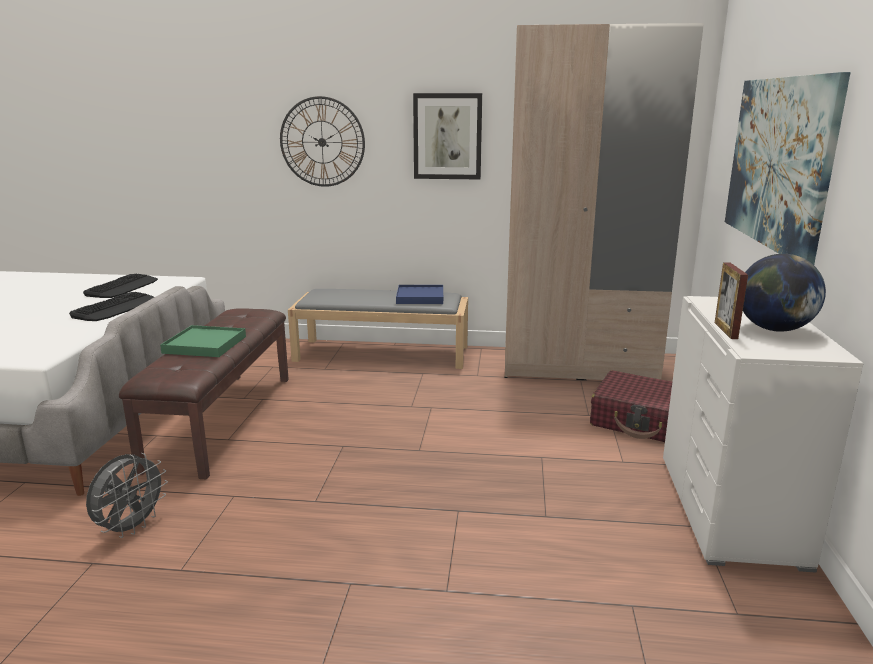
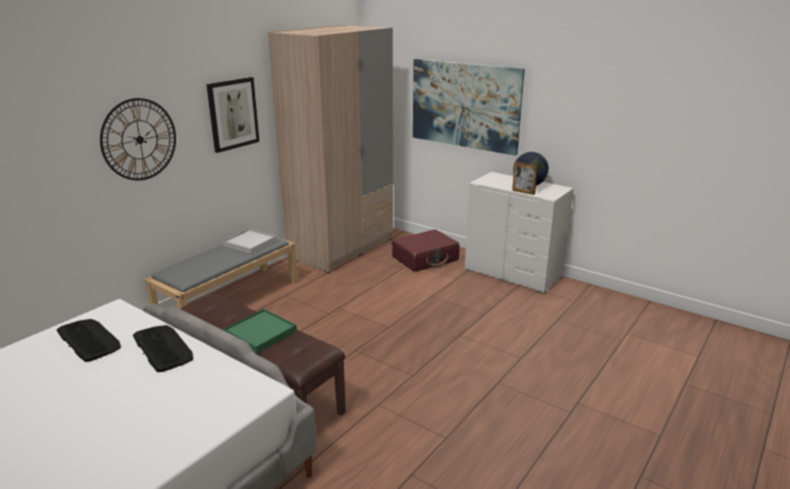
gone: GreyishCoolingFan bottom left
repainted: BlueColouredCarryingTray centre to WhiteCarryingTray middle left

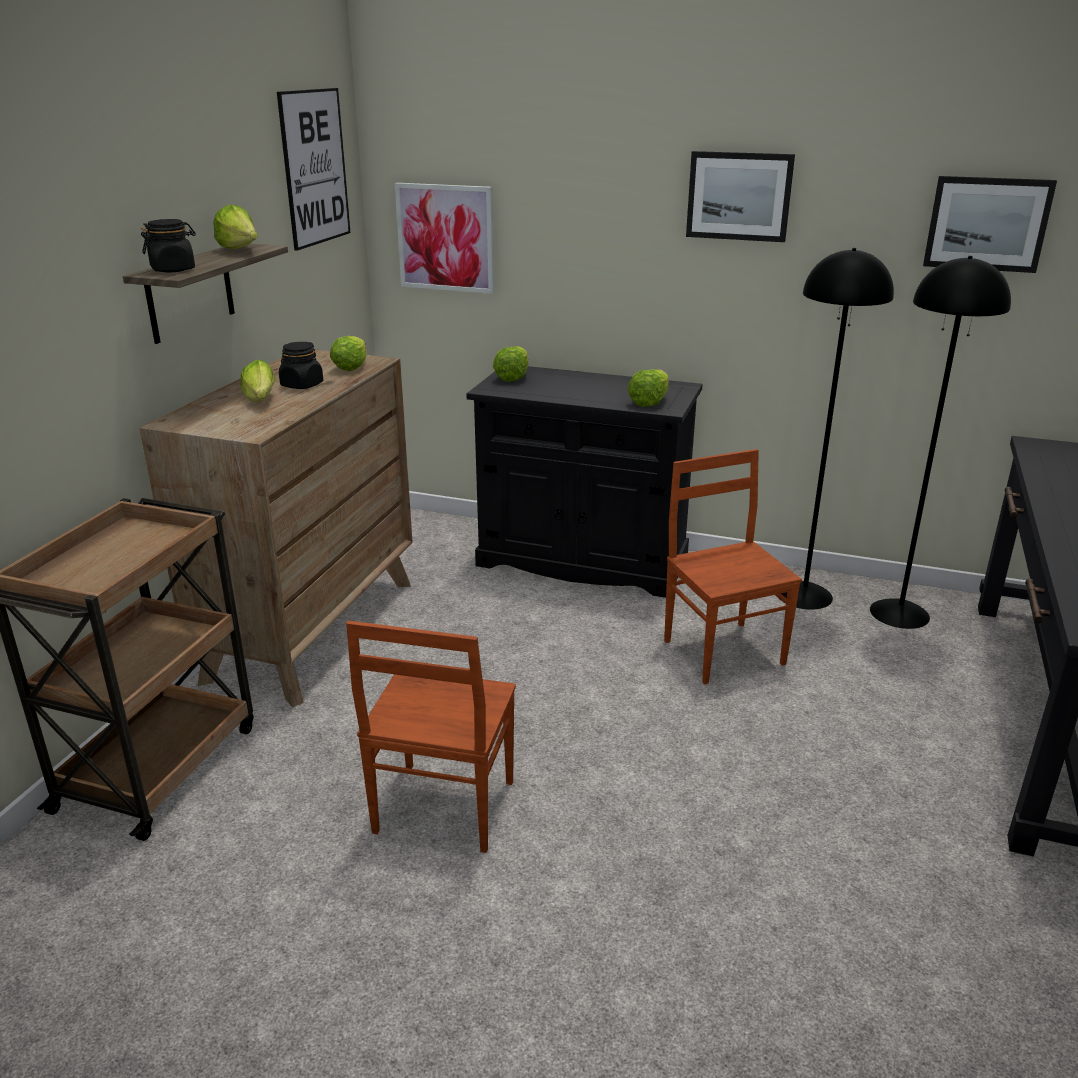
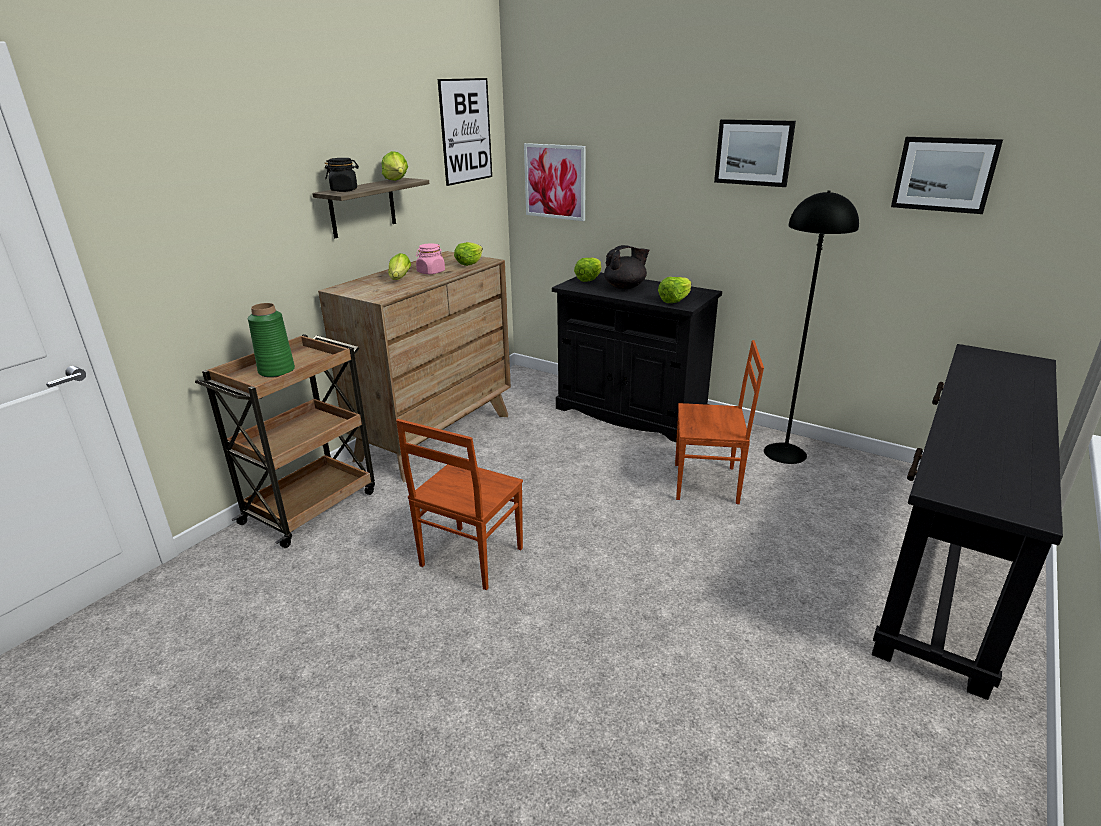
gone: BlackFloorLamp (no. 2 from left) middle right
new: GreenDecorativeVase middle left; BlackPotForTea top centre
repainted: BlackStorageJar (no. 2 from left) middle left to PinkColouredStorageJar top centre
rotated: BrownColouredUprightChair (no. 2 from left) middle right = centre 105 degrees clockwise

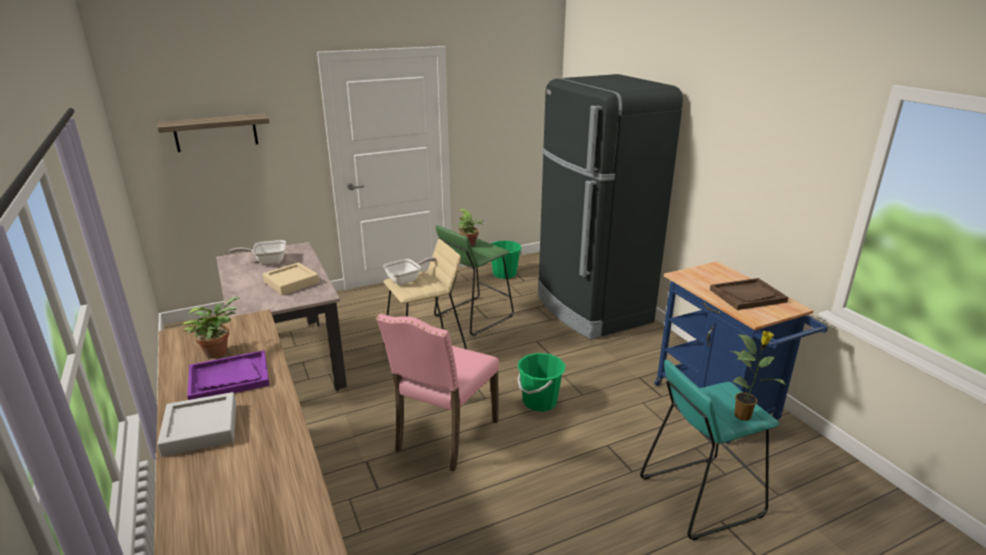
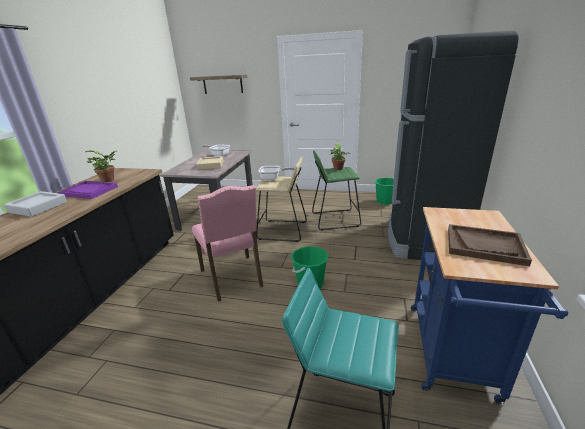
gone: PlantInAPot (no. 3 from left) bottom right
rotated: PinkColouredUprightChair bottom centre = centre 90 degrees counterclockwise

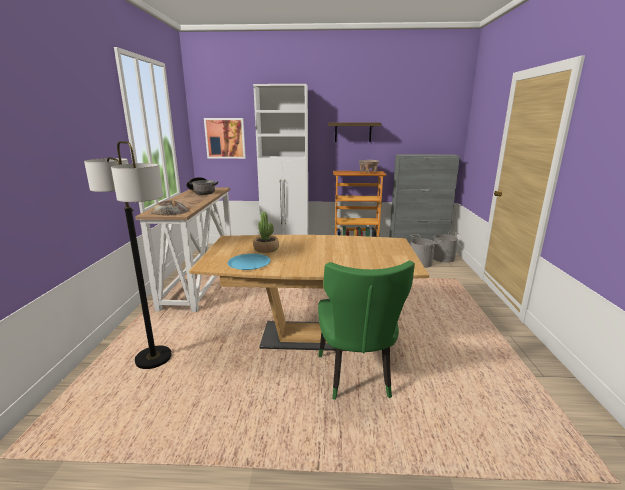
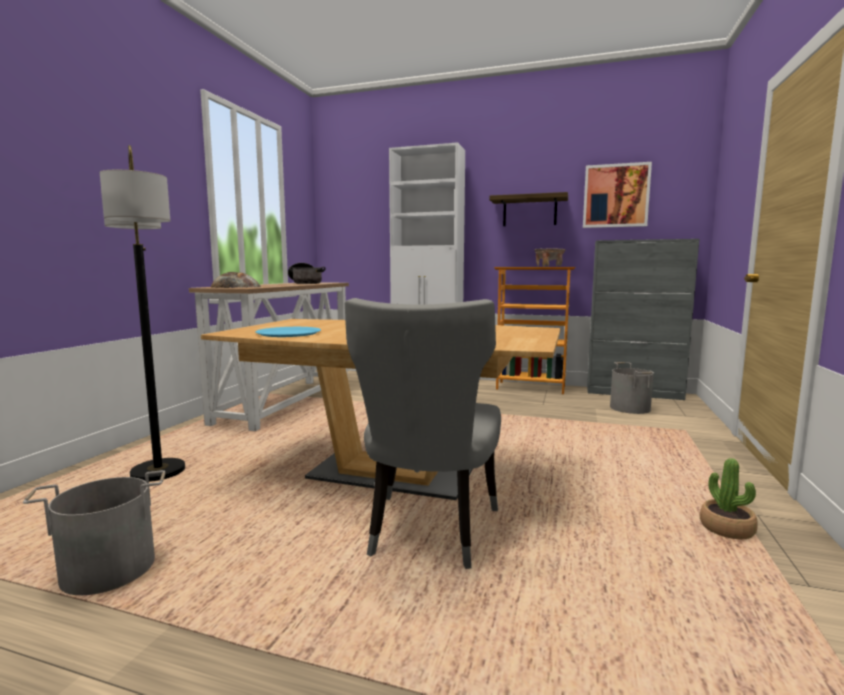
shifted: WallPicture top centre to top right; PlantInAPot centre to bottom right; GreyishWaterBucket (no. 2 from left in the first image) middle right to GreyishWaterBucket (no. 1 from left) bottom left
repainted: GreenUprightChair bottom centre to GreyishUprightChair centre

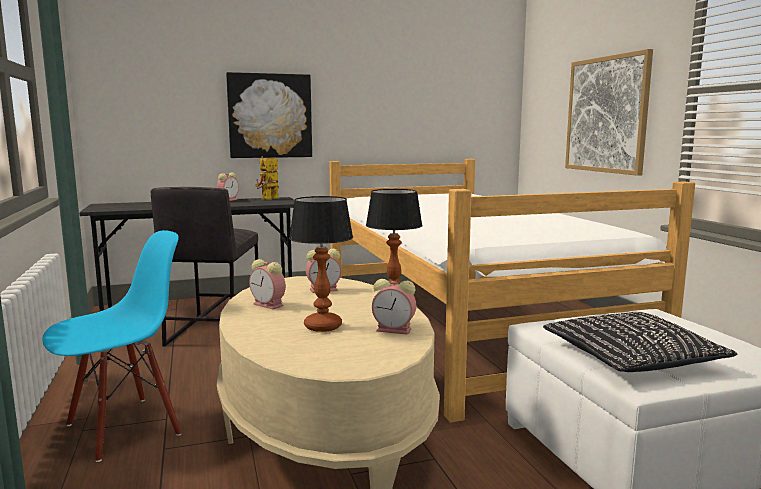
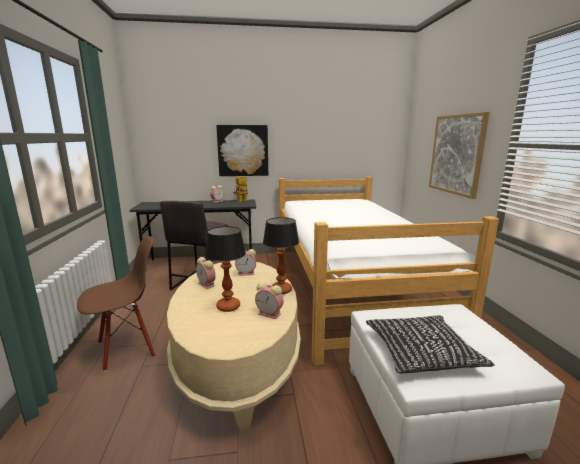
repainted: BlueColouredUprightChair bottom left to BrownColouredUprightChair middle left

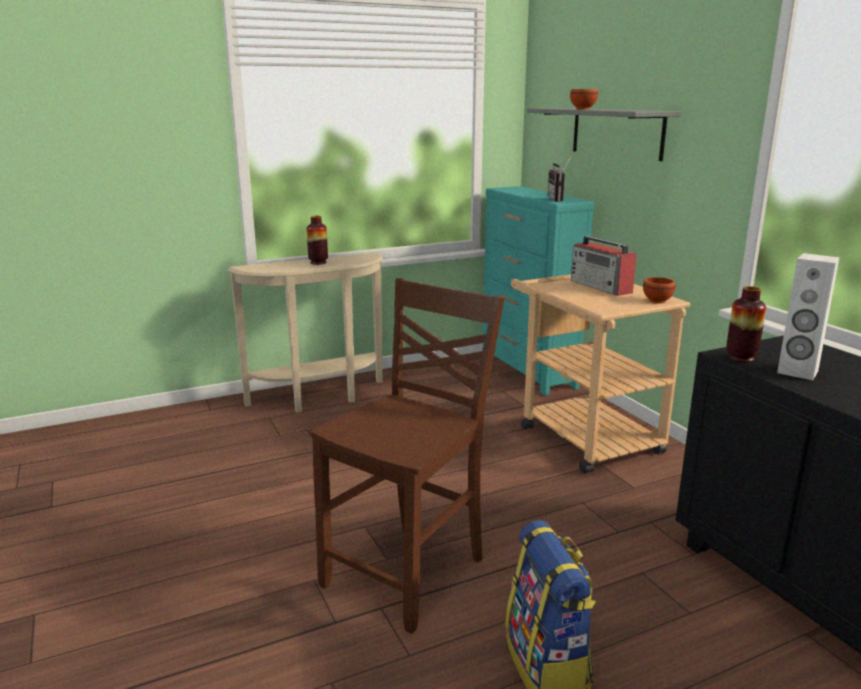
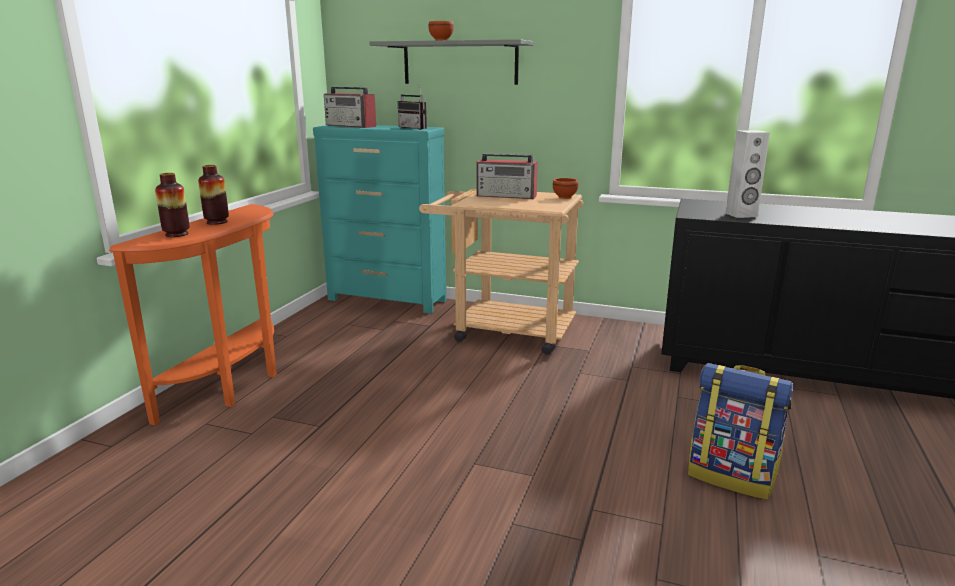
gone: BrownColouredUprightChair centre
new: Radio (no. 1 from left) top centre
shifted: DecorativeVase (no. 2 from left in the first image) middle right to DecorativeVase (no. 1 from left) middle left
repainted: BeigeColouredHallTable centre to OrangeColouredHallTable middle left

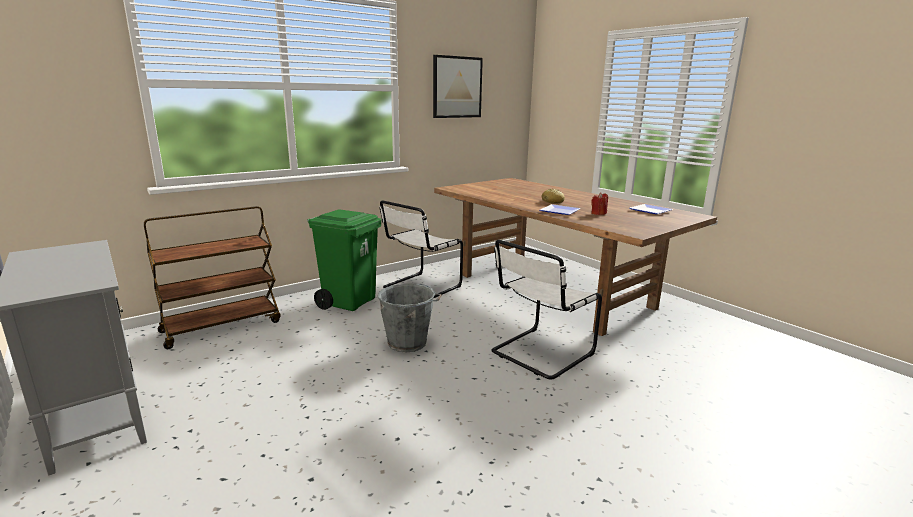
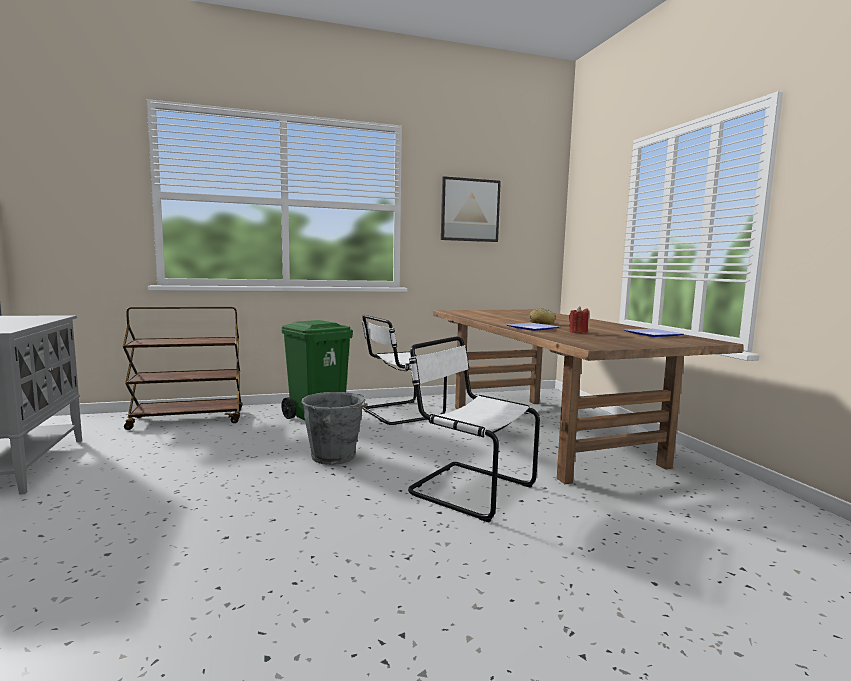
rotated: WhiteUprightChair (no. 2 from left) centre = centre 60 degrees clockwise

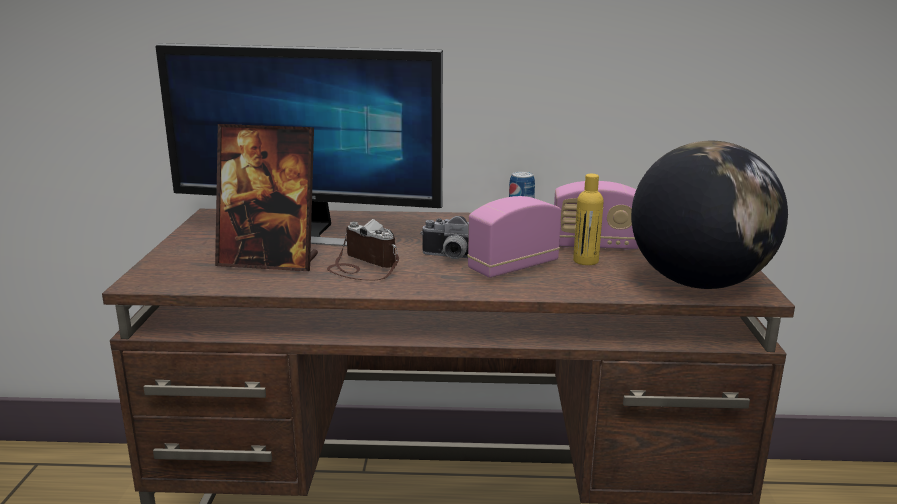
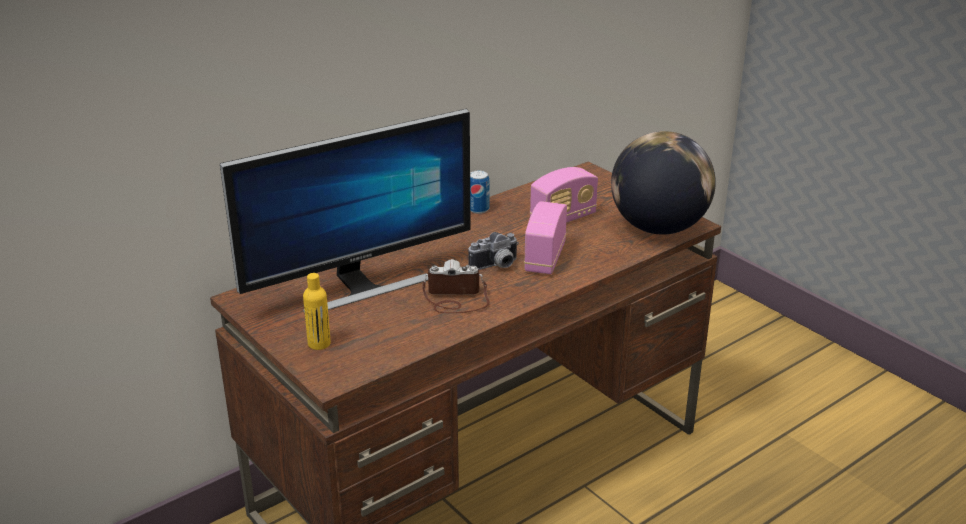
gone: StandingFrame middle left
shifted: YellowDrinkBottle centre to middle left

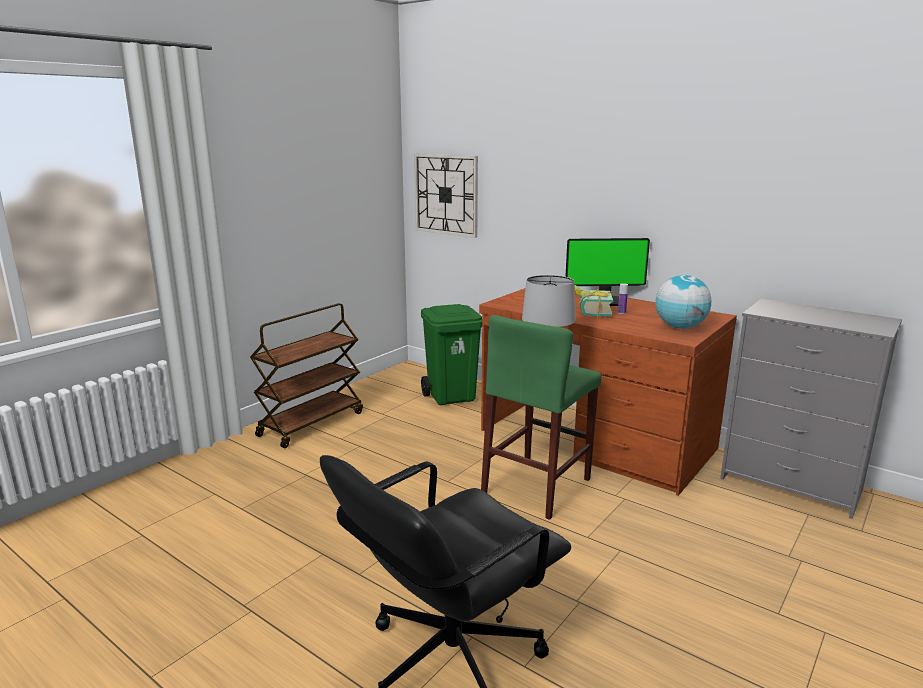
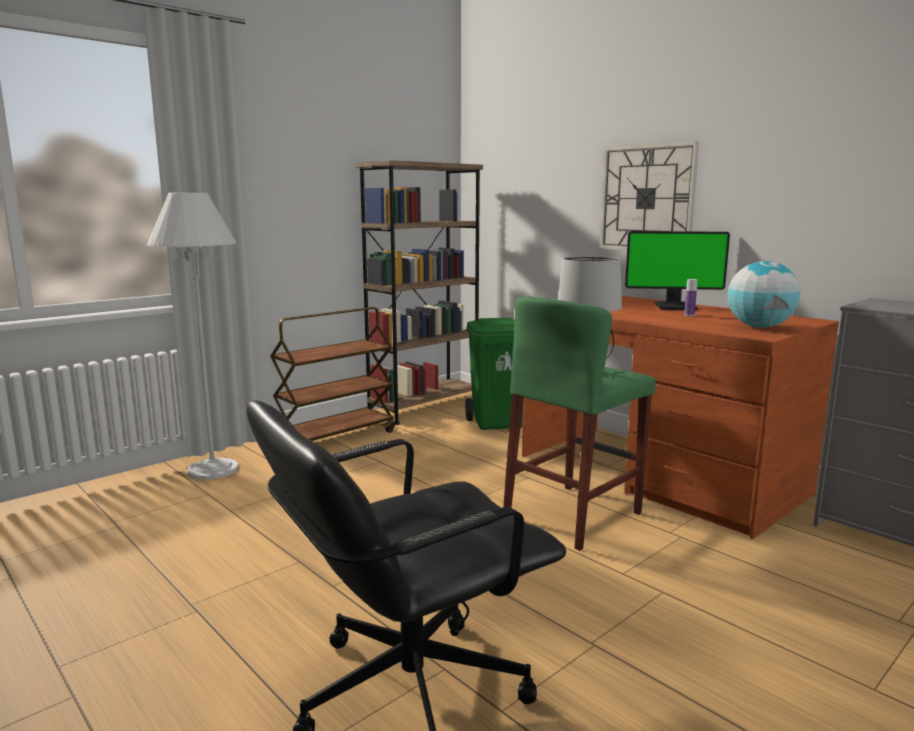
gone: BoundBook centre
new: WhiteFloorLamp middle left; BrownColouredBookcase centre
shifted: ClockOnTheWall top centre to top right

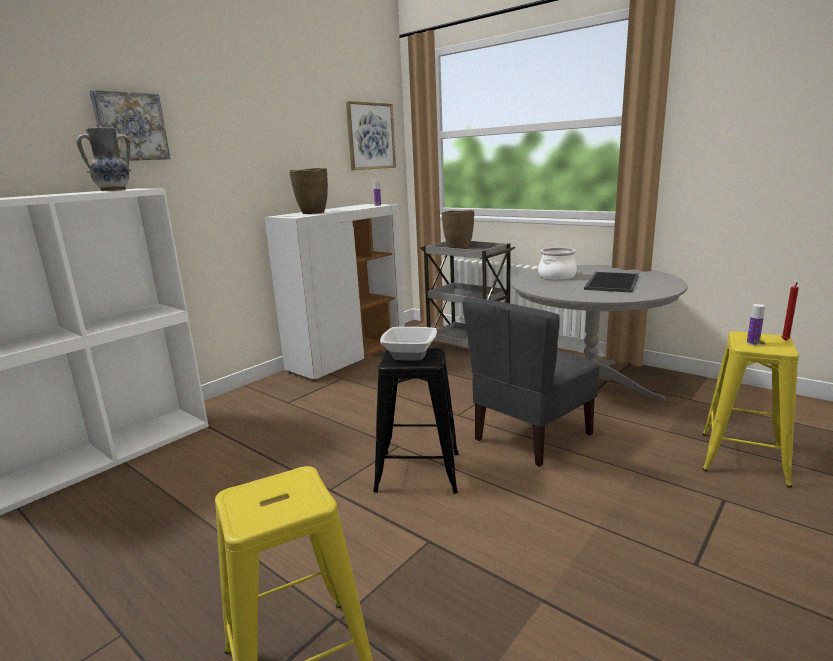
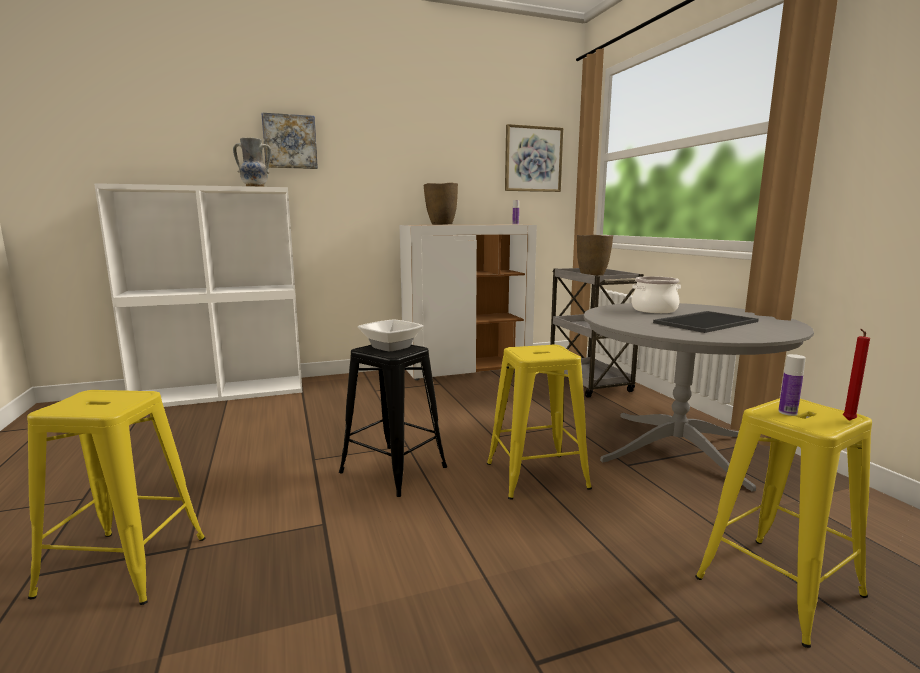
swapped: GreyishUprightChair centre to YellowSittingStool (no. 2 from left) centre

